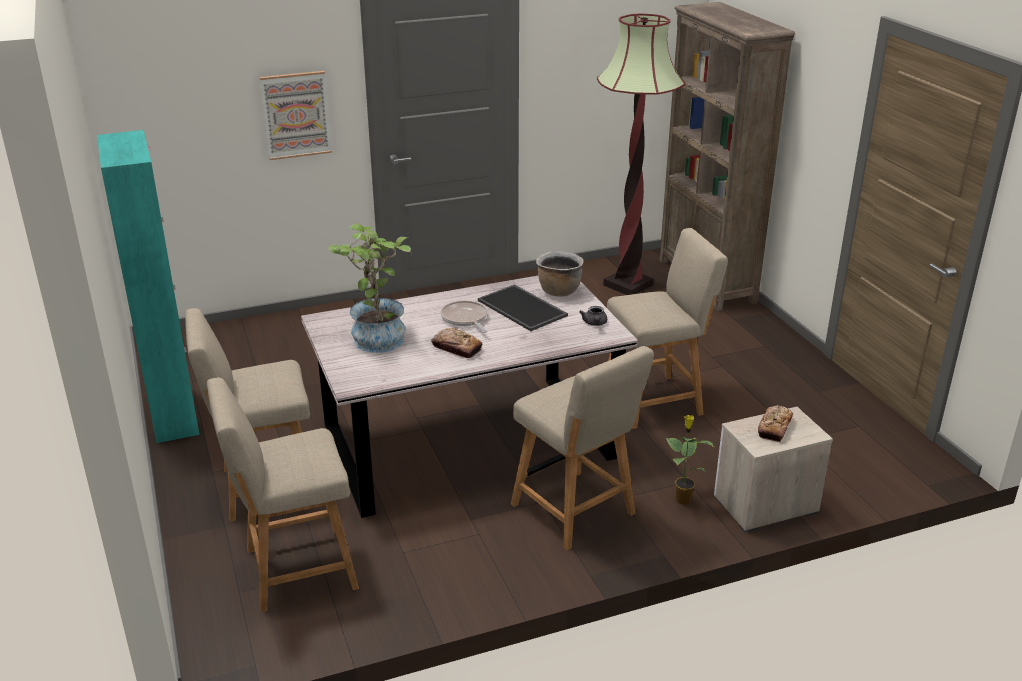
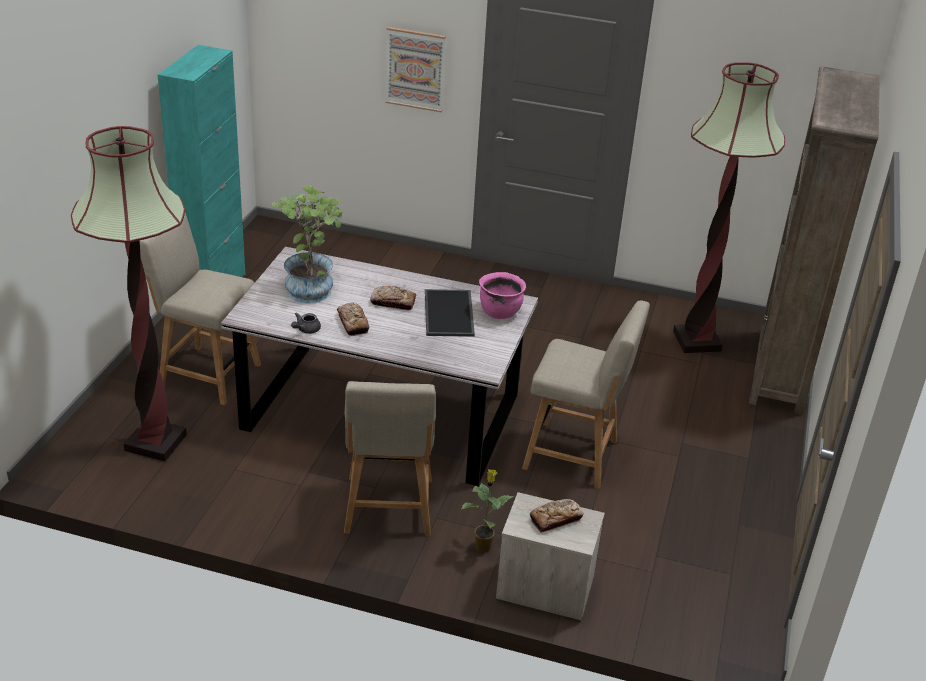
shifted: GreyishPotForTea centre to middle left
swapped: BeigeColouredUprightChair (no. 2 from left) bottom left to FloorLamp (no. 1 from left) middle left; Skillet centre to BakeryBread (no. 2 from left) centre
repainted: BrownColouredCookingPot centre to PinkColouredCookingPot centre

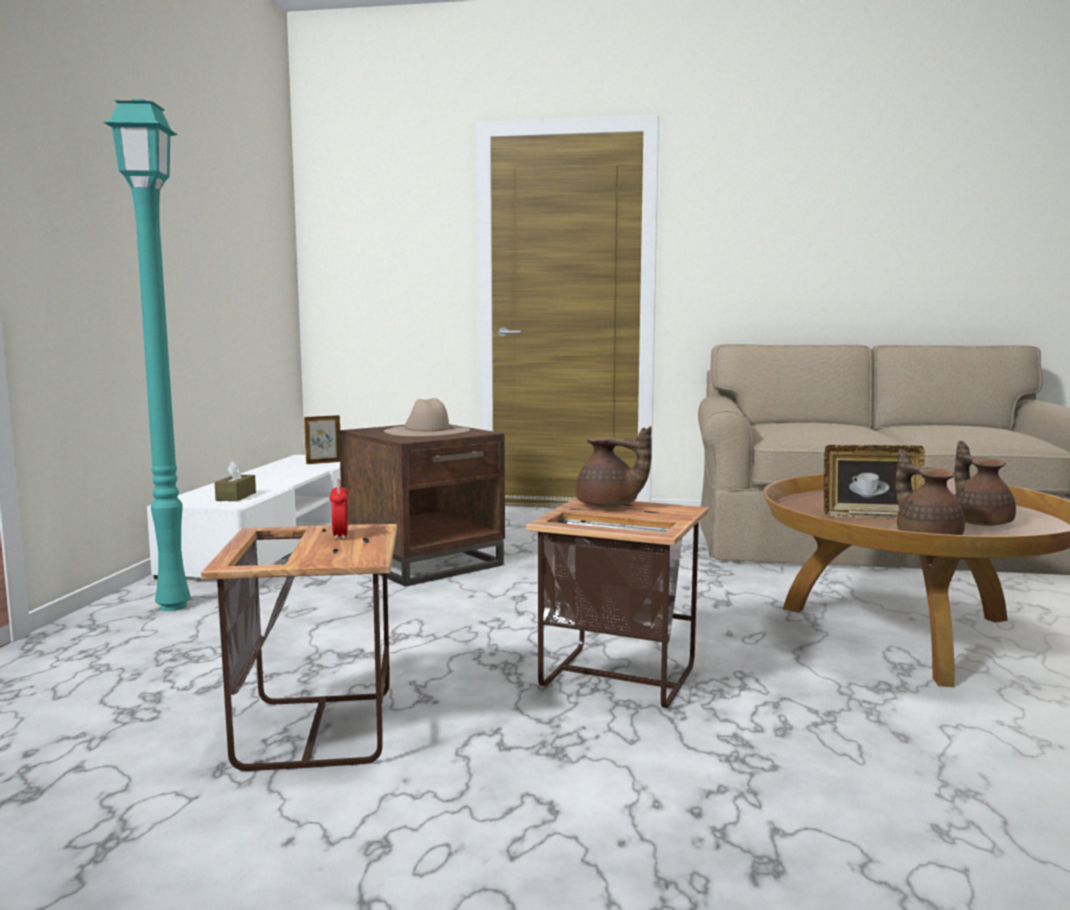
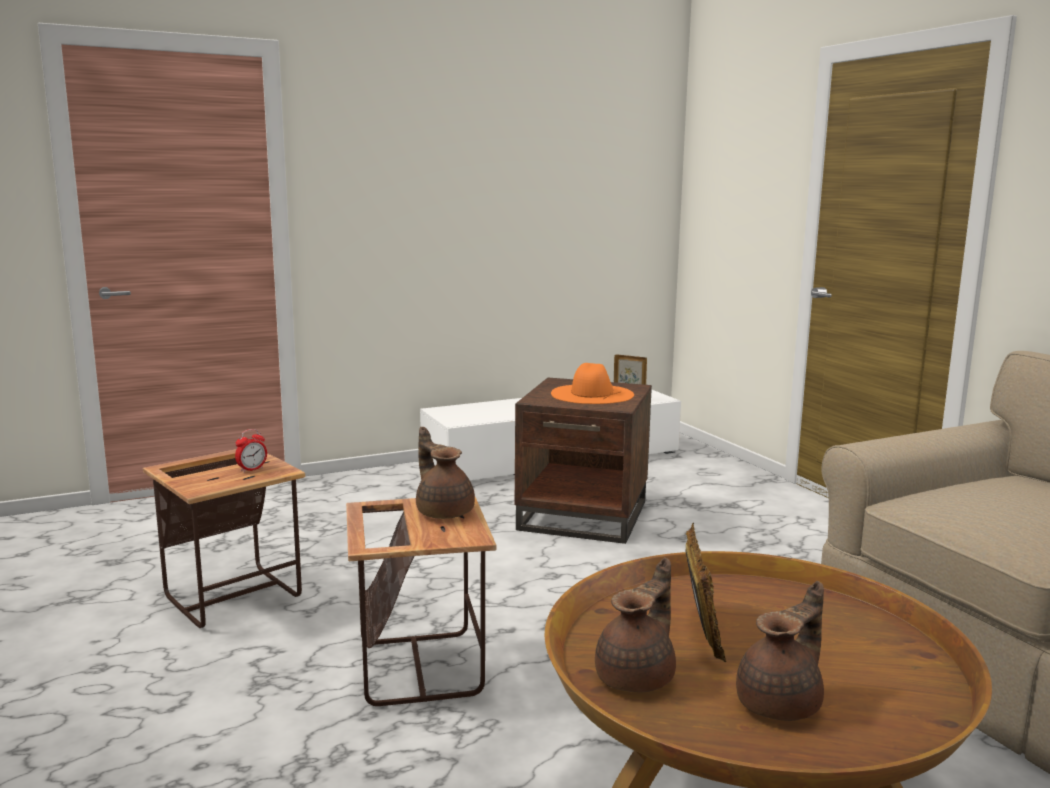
gone: TurquoiseColouredFloorLamp middle left; BrownColouredTissueHolder middle left
repainted: BeigeColouredWearableHat centre to OrangeColouredWearableHat centre
rotated: BrownColouredPotForTea (no. 1 from left) centre = centre 150 degrees clockwise; StandingFrame (no. 2 from left) middle right = bottom right 150 degrees counterclockwise

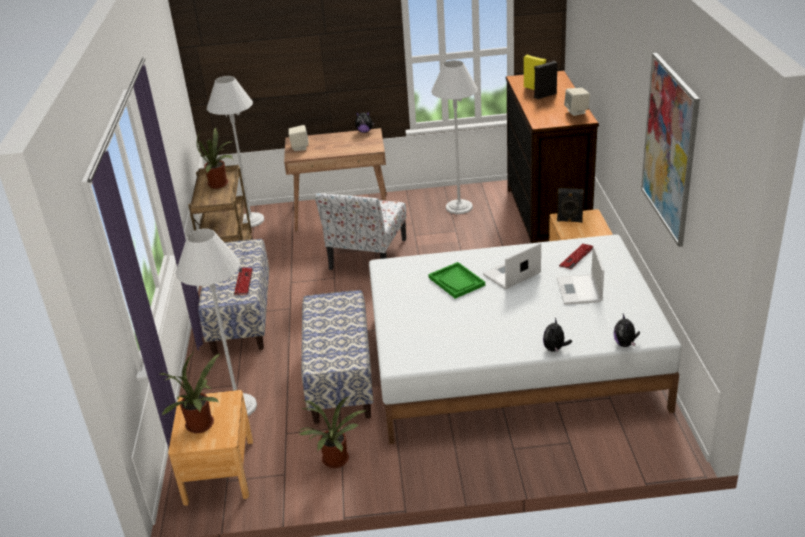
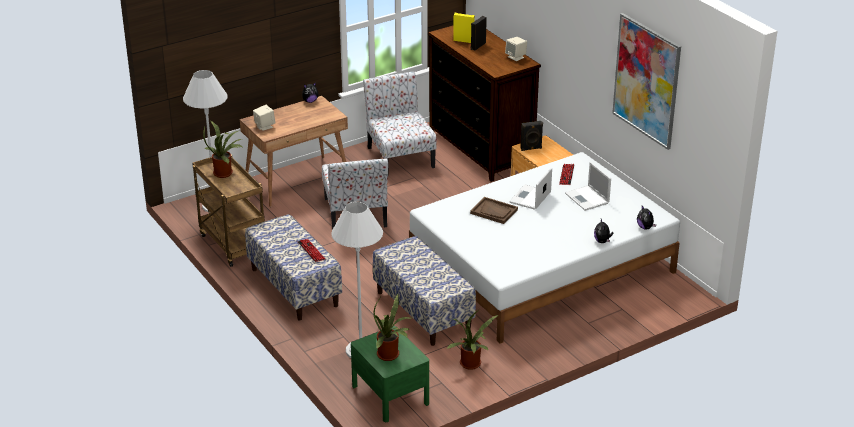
swapped: WhiteFloorLamp (no. 3 from left) top centre to UprightChair (no. 2 from left) top centre
repainted: BrownColouredNightTable (no. 1 from left) bottom left to GreenNightTable bottom centre; GreenCarryingTray centre to BrownColouredCarryingTray centre

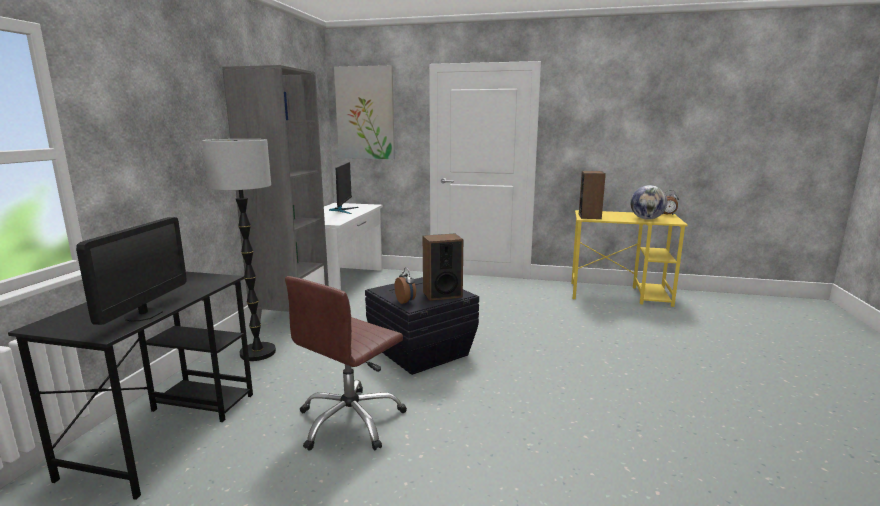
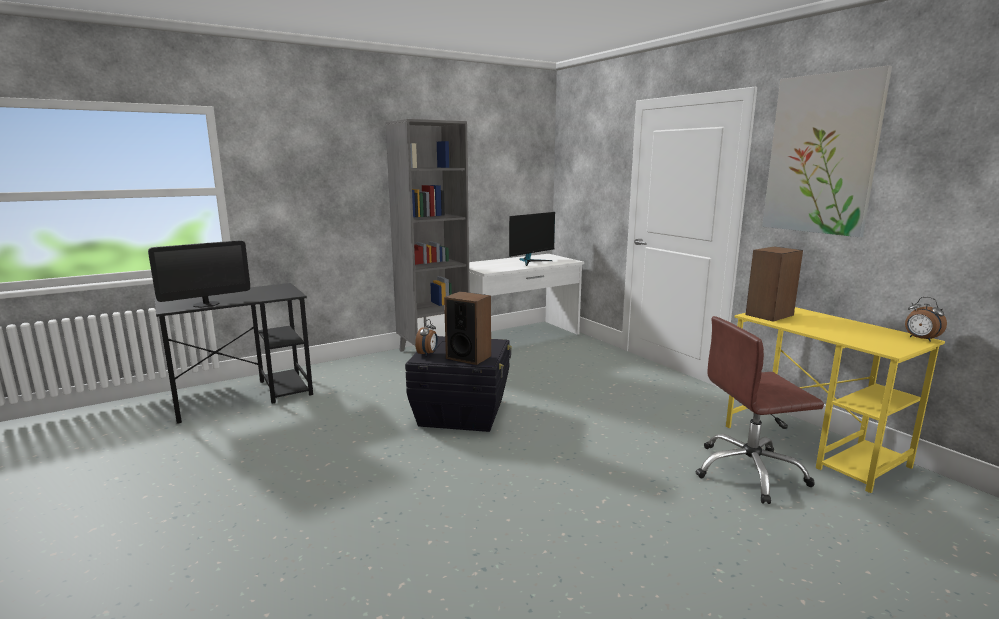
gone: FloorLamp middle left; WorldGlobe middle right
shifted: BrownColouredDeskChair bottom centre to middle right; WallPicture top centre to top right

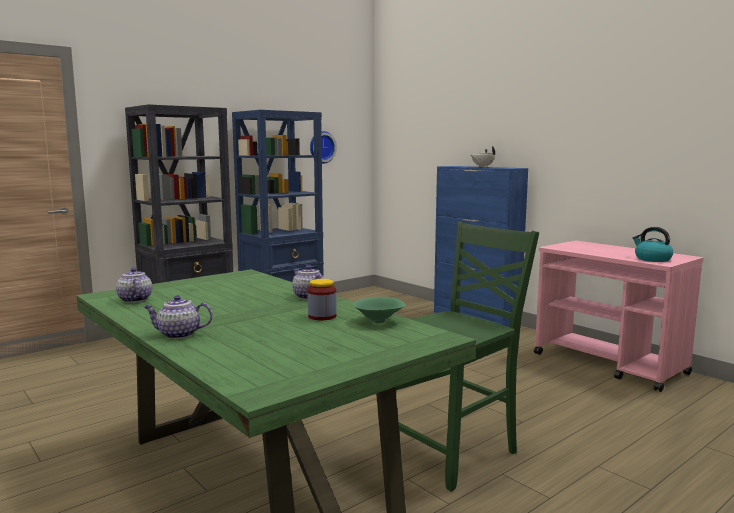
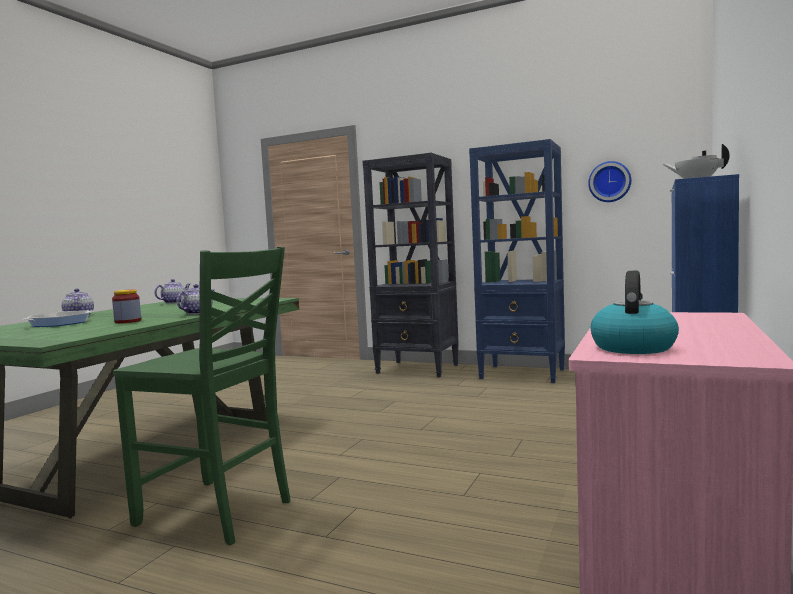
gone: GreenBowl centre
new: Skillet middle left

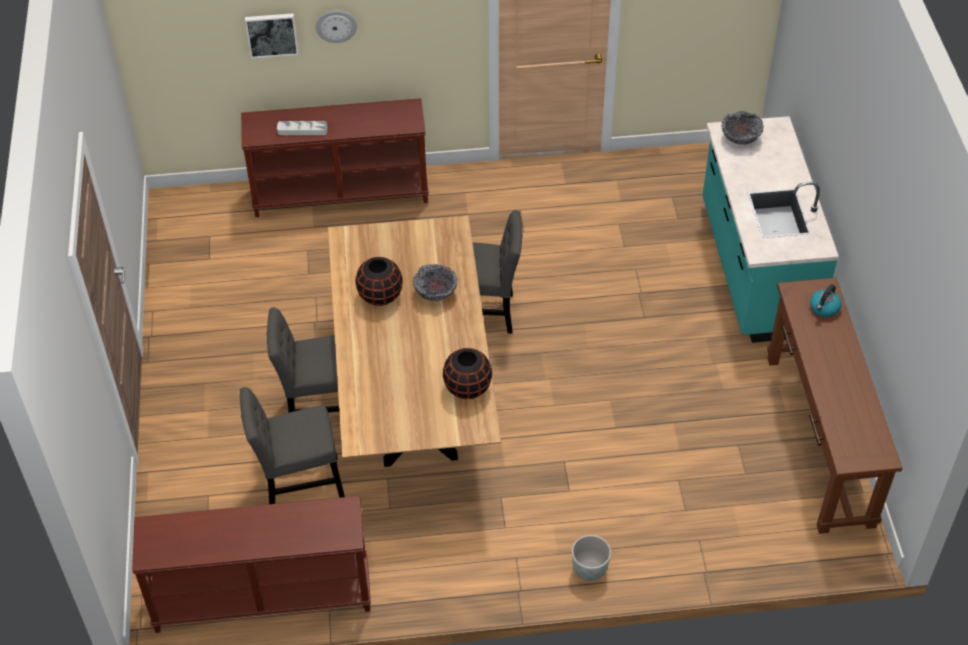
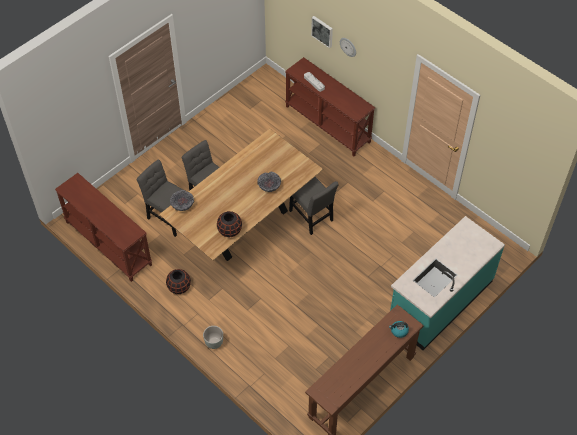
shifted: BlackDecorativeVase (no. 1 from left) centre to middle left; Bowl (no. 2 from left in the first image) top right to Bowl (no. 1 from left) middle left

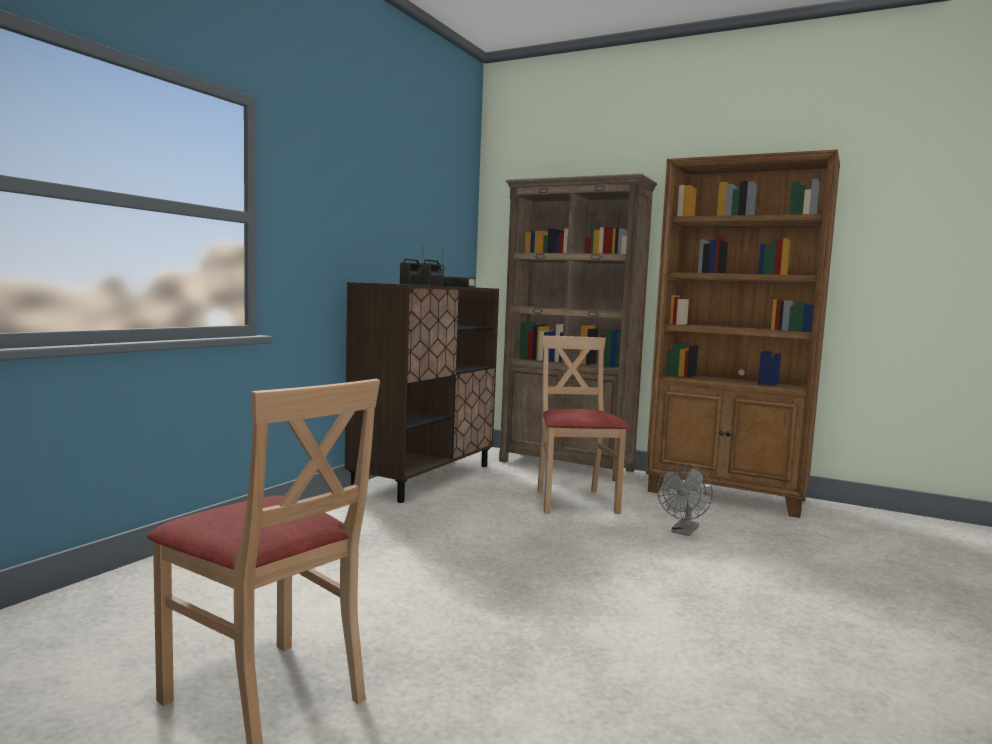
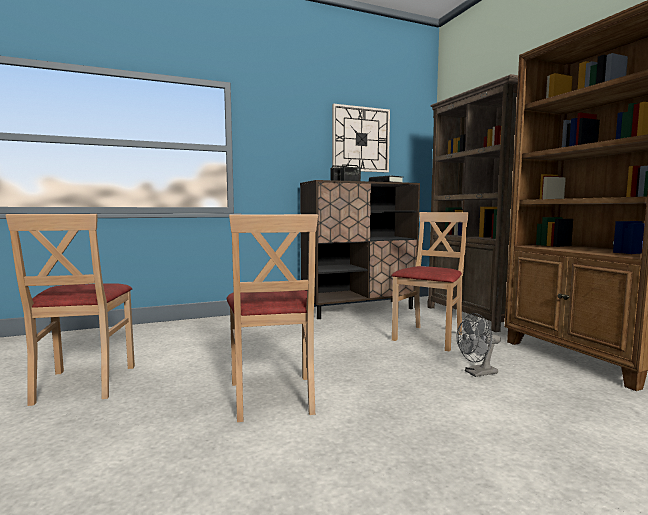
new: BeigeColouredUprightChair (no. 2 from left) centre; ClockOnTheWall top centre

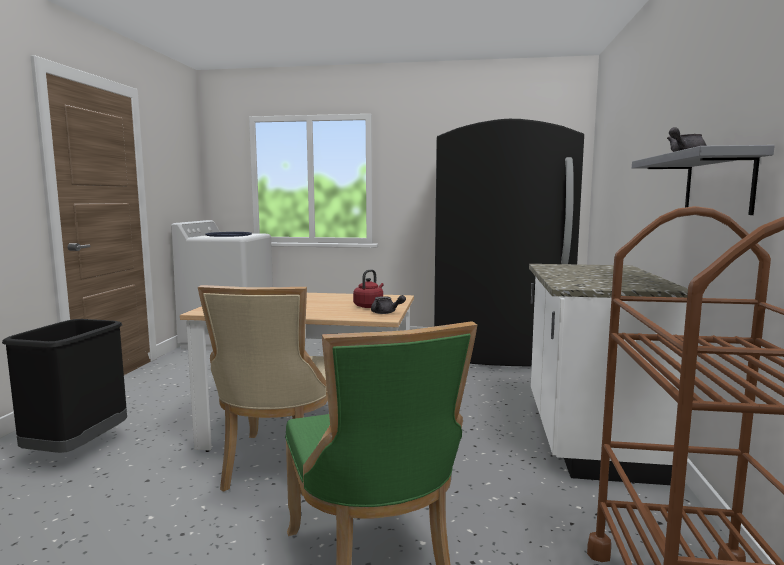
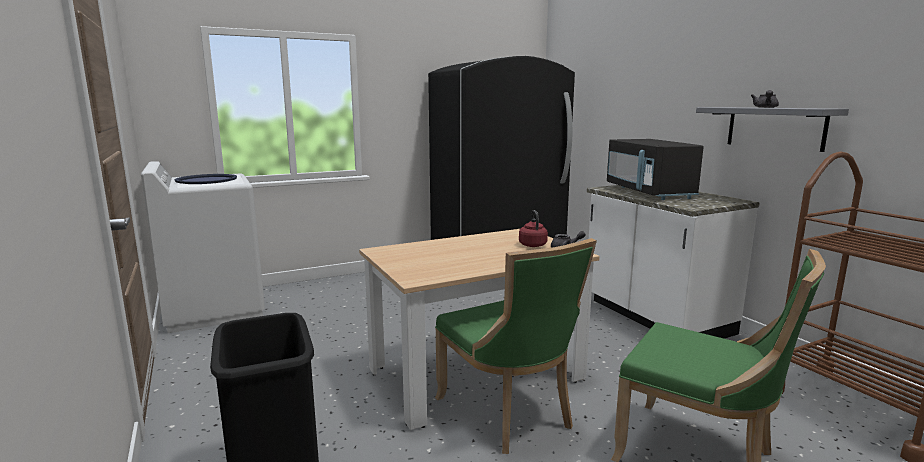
new: BlackMicrowaveOven middle right
repainted: BeigeColouredUprightChair bottom centre to GreenUprightChair (no. 1 from left) bottom centre

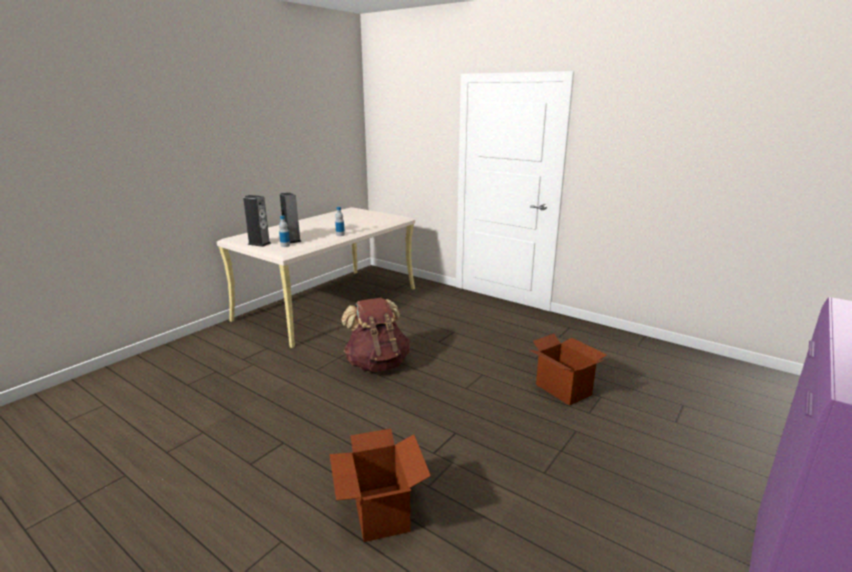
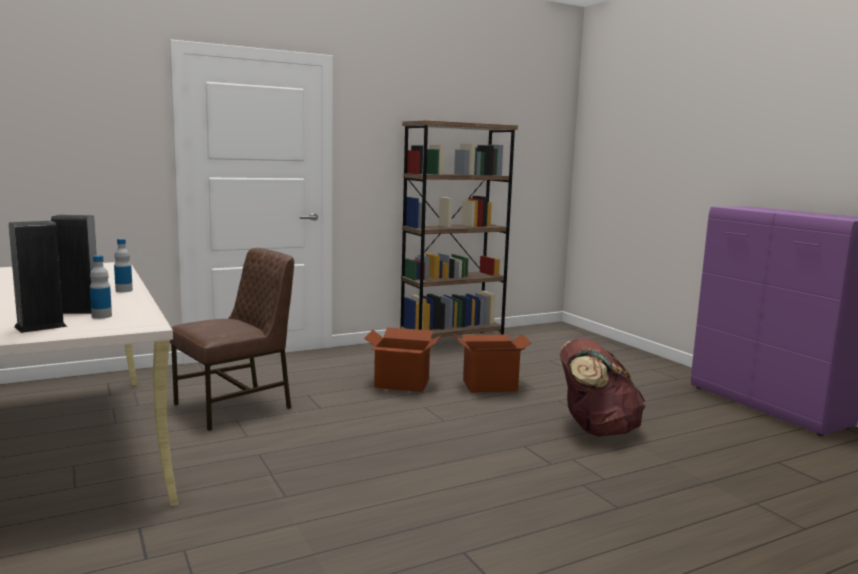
new: BrownColouredUprightChair middle left; BrownColouredBookcase centre
shifted: PackingBox (no. 1 from left) bottom centre to centre; BrownColouredRucksack centre to bottom right

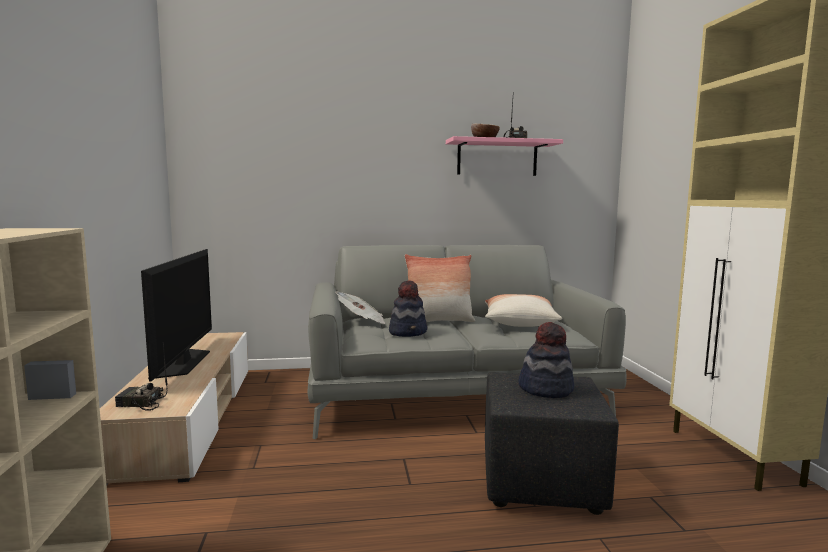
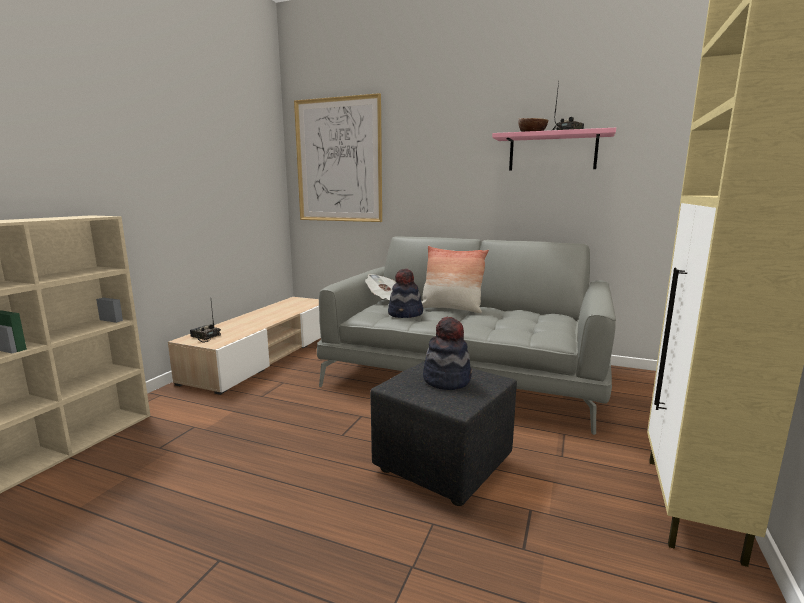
gone: Tv middle left; ThrowPillow (no. 2 from left) centre
new: WallPicture top centre

